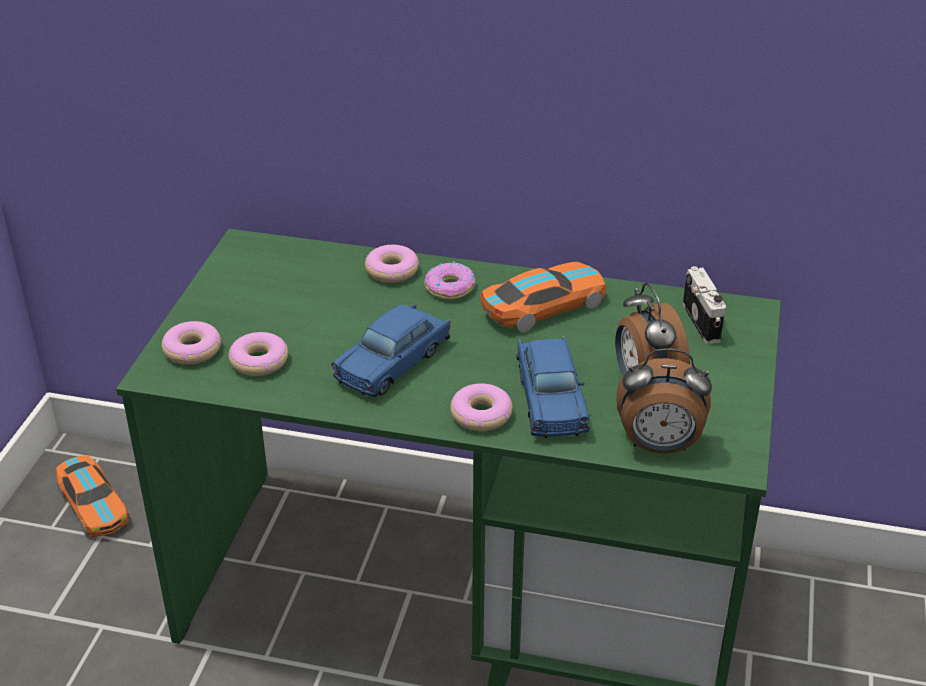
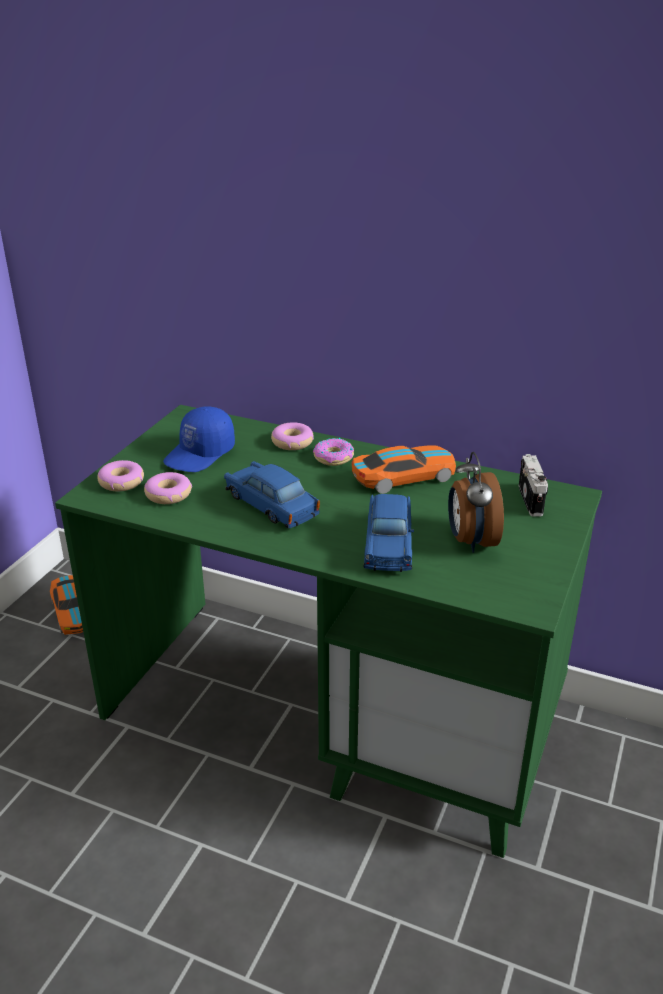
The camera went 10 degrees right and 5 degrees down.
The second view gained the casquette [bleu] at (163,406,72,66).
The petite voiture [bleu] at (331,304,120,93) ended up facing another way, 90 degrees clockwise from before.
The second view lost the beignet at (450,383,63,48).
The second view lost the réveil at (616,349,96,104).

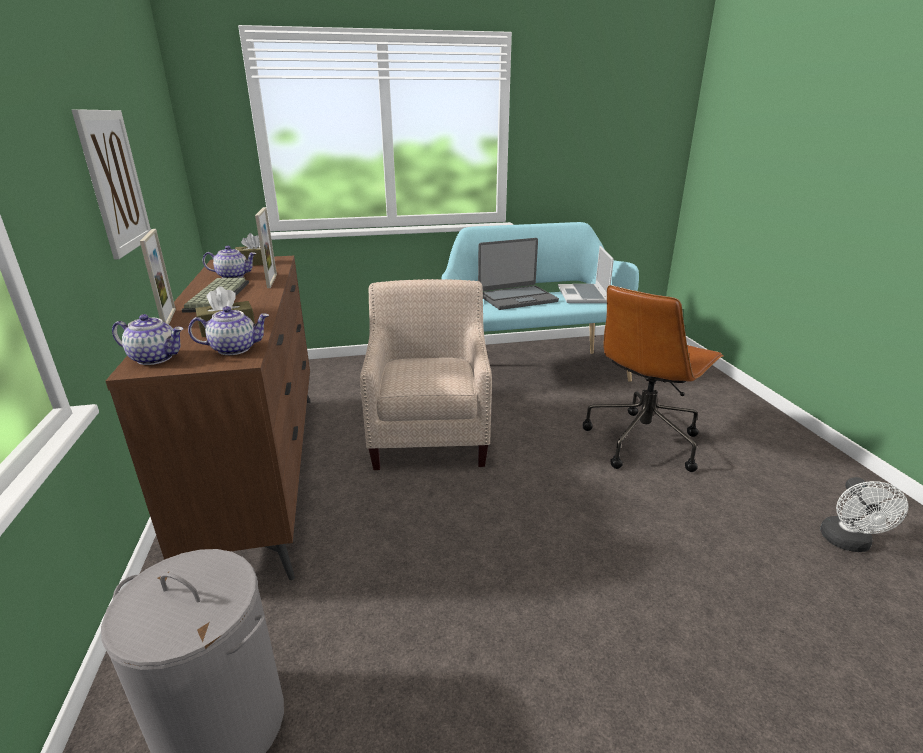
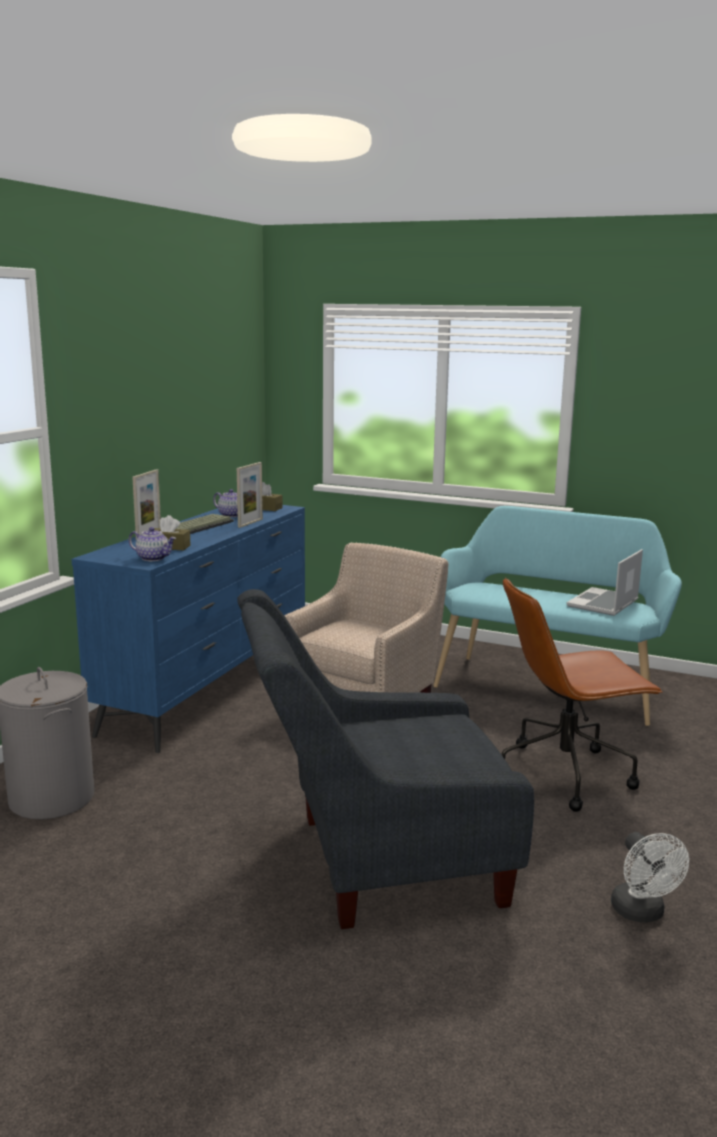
The camera went 35 degrees right and 10 degrees down.
What was the commode [marron] at (106,256,204,324) turned into the commode [bleu] at (71,505,234,248).
The second view gained the fauteuil [gris] at (237,589,297,340).
The ventilateur [blanc] at (820,477,88,75) ended up facing another way, 60 degrees counterclockwise from before.
The second view lost the tableau at (72,109,79,151).
The second view lost the théière at (112,314,71,51).
The second view lost the ordinateur portable at (478,238,81,72).

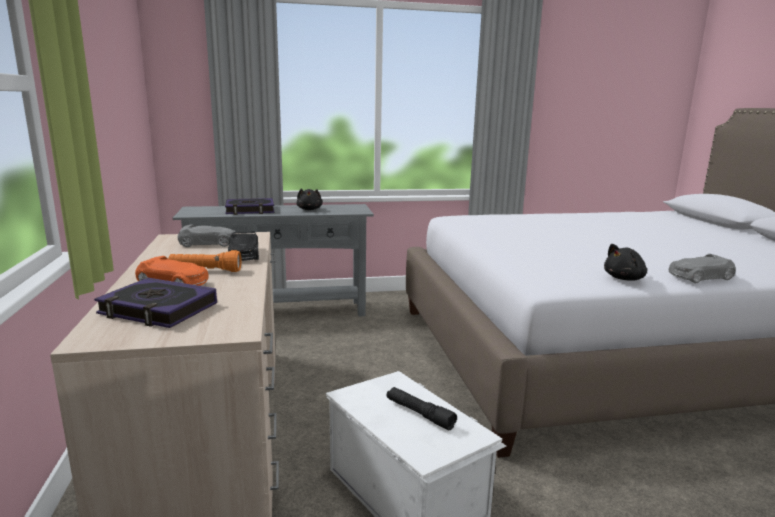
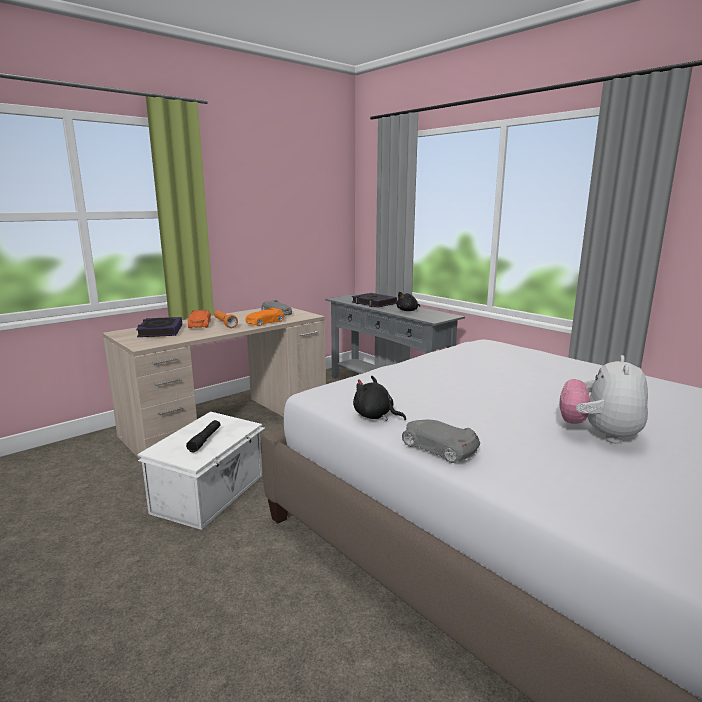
The camera went 60 degrees right and 0 degrees up.
What was the petite voiture [noir] at (228,231,31,30) turned into the petite voiture [orange] at (245,308,40,18).
The second view gained the peluche at (560,355,88,88).

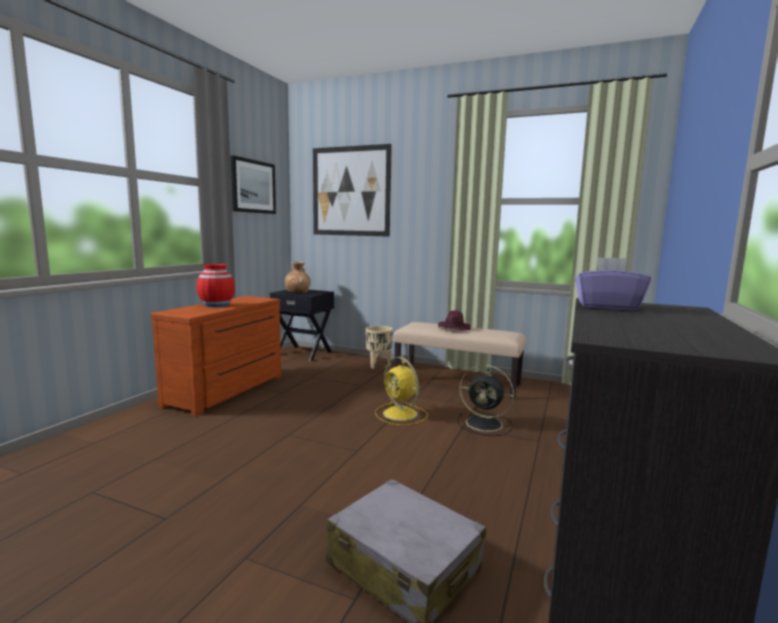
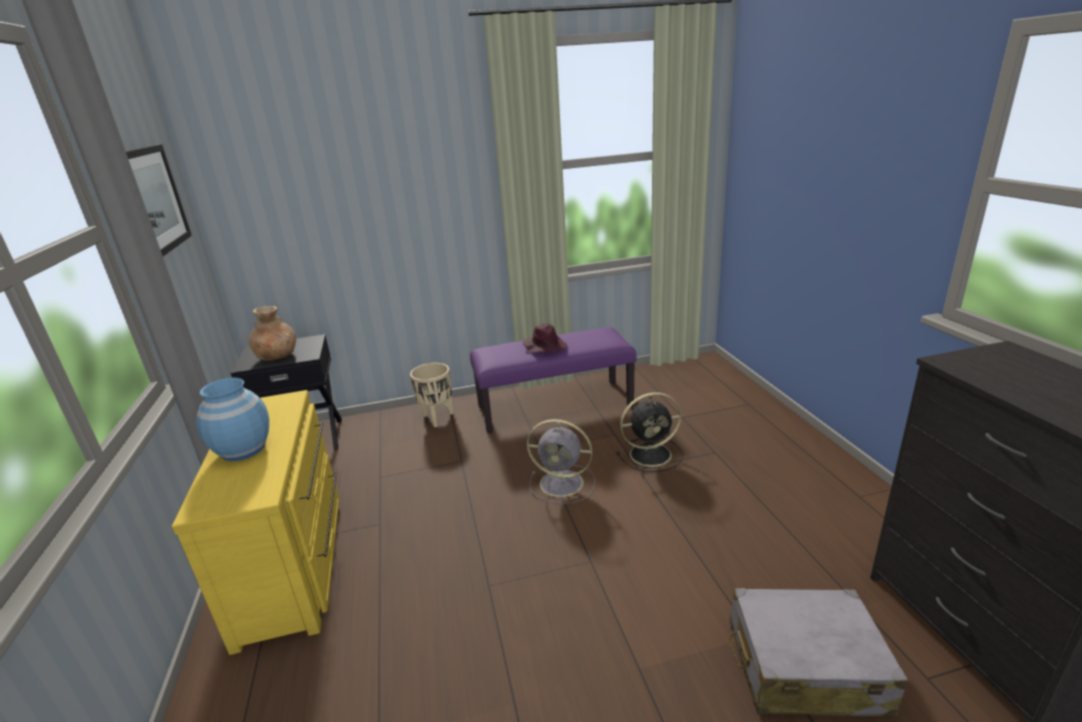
The camera went 35 degrees left and 15 degrees up.
What was the commode [marron] at (151,296,130,120) turned into the commode [jaune] at (171,390,168,265).
What was the vase [rouge] at (197,264,38,43) turned into the vase [bleu] at (196,377,73,84).
What was the banc [beige] at (393,322,133,77) turned into the banc [violet] at (470,327,167,106).
What was the ventilateur [jaune] at (375,357,53,68) turned into the ventilateur [gris] at (527,419,68,85).
The second view lost the tableau at (313,144,79,93).
The second view lost the boîte à mouchoirs [violet] at (575,257,76,53).

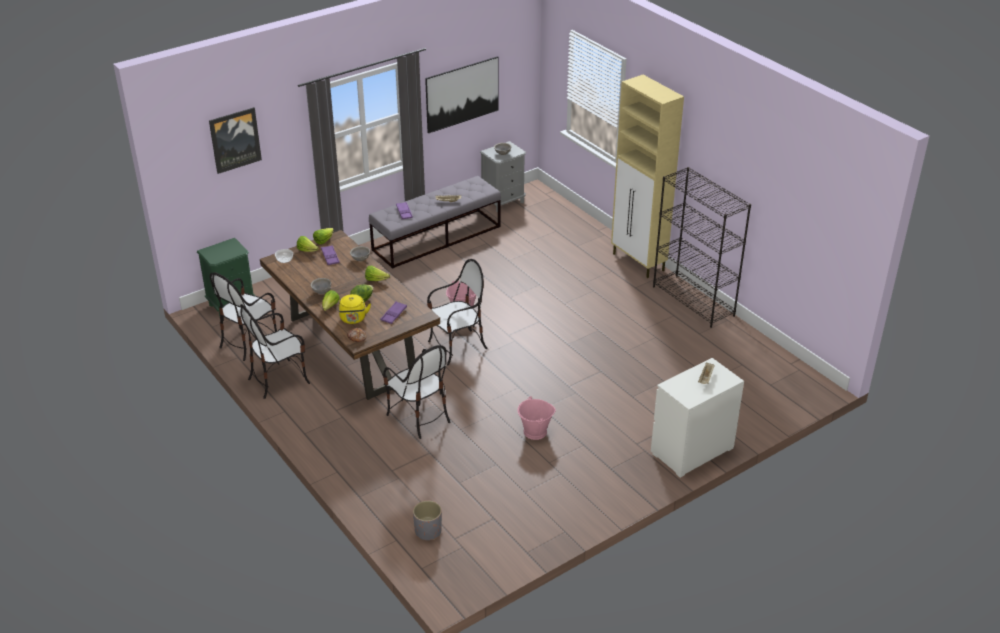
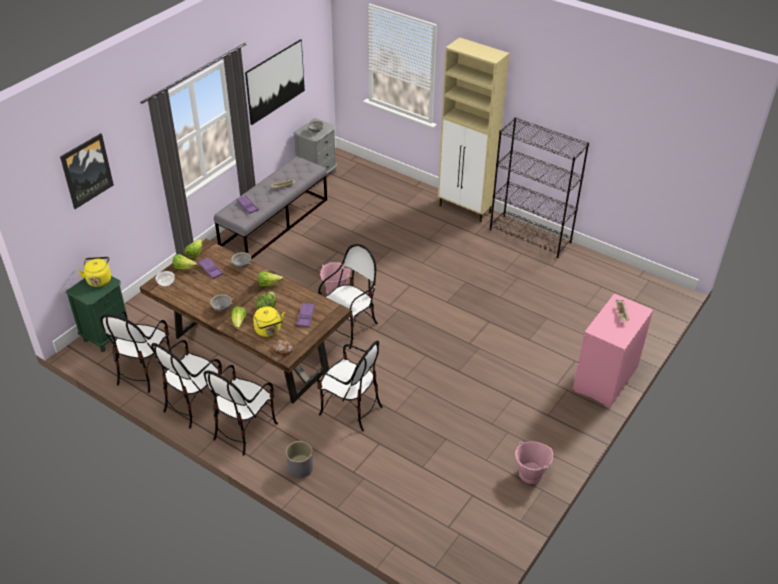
The camera went 20 degrees left and 5 degrees up.
The second view gained the bouilloire [jaune] at (78,257,33,30).
The second view gained the chaise at (204,365,74,91).
The cache-pot [gris] ended up elsewhere, having gone from (413,501,29,39) to (285,441,28,37).
The seau [rose] ended up elsewhere, having gone from (518,396,38,44) to (515,441,38,43).
What was the commode [blanc] at (651,358,93,120) turned into the commode [rose] at (573,293,80,115).

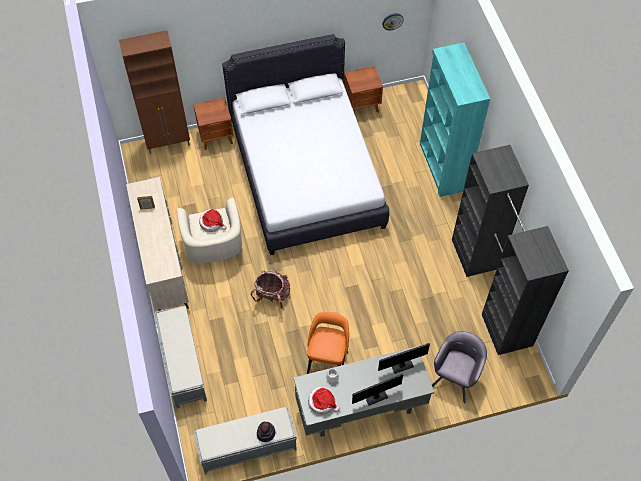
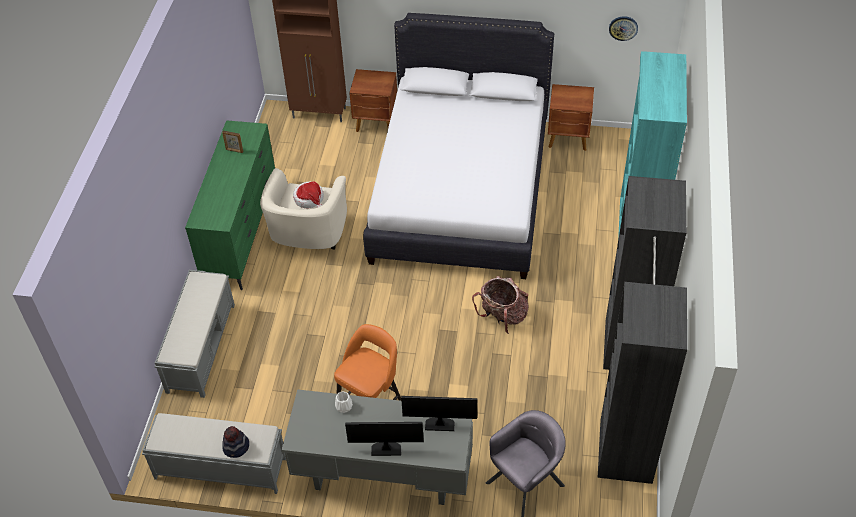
The camera went 25 degrees right and 10 degrees down.
What was the commode [beige] at (126,177,63,134) turned into the commode [vert] at (185,120,90,170).
The sac à dos ended up elsewhere, having gone from (251,270,39,39) to (472,276,56,58).
The second view lost the chapeau at (308,387,32,28).

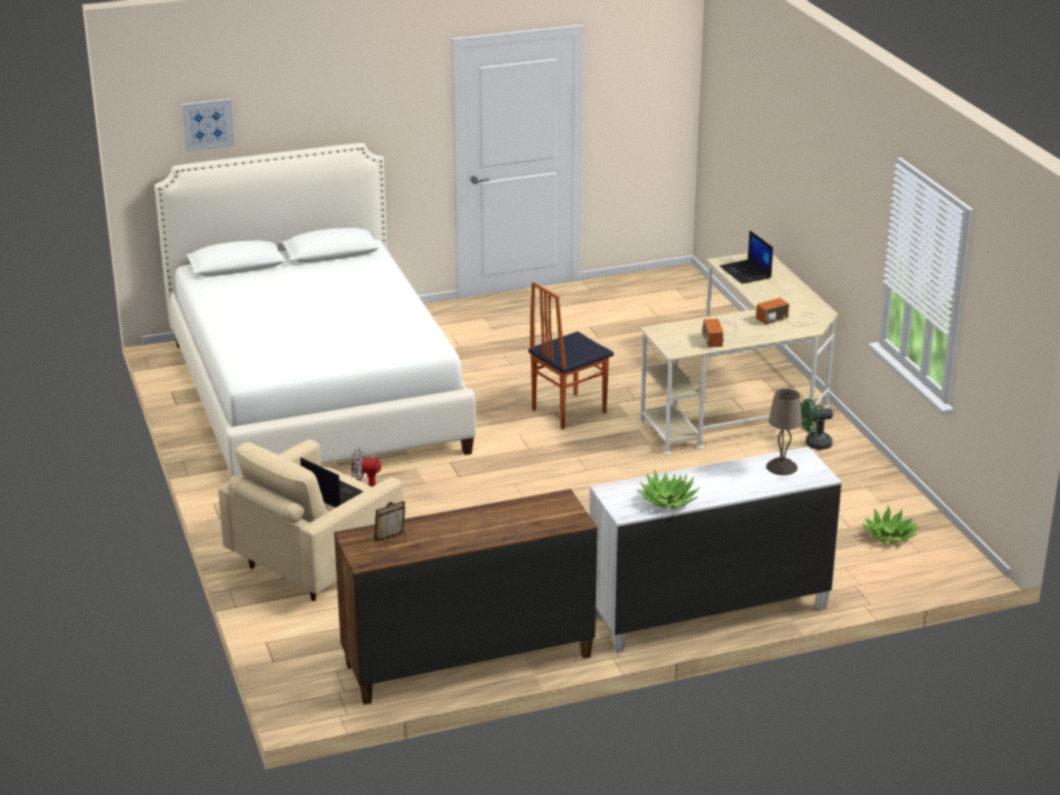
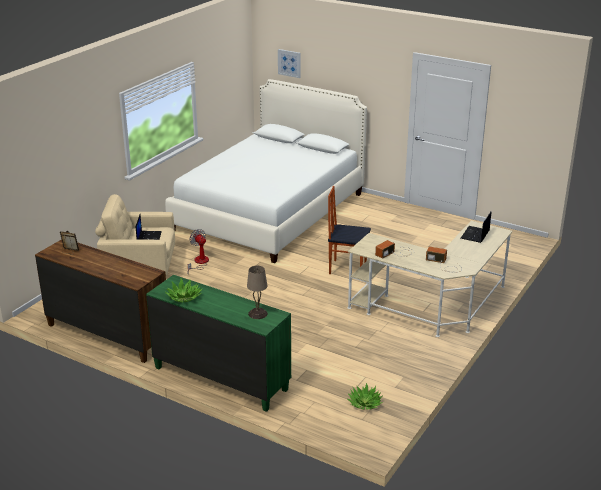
The camera went 50 degrees right and 0 degrees up.
What was the commode [blanc] at (589,446,253,207) turned into the commode [vert] at (146,275,145,137).
The second view lost the ventilateur [vert] at (801,399,32,51).

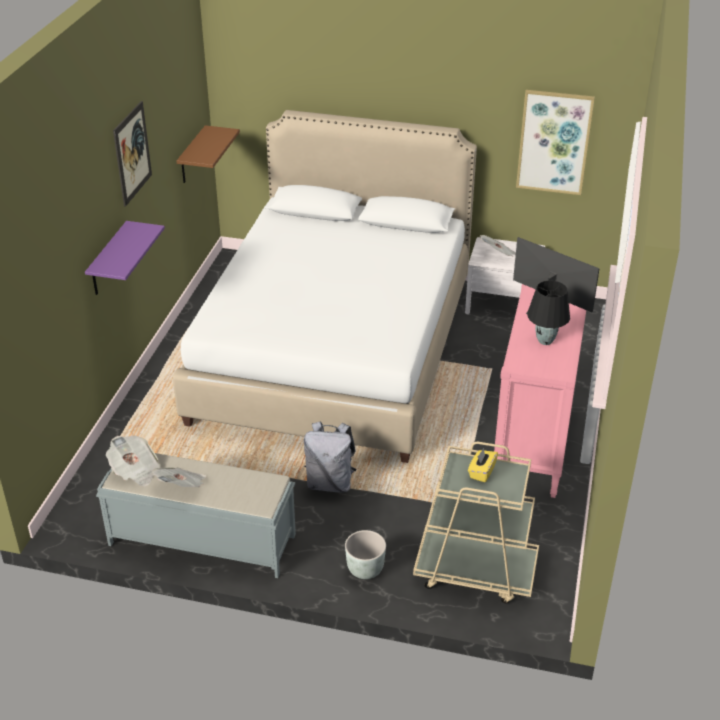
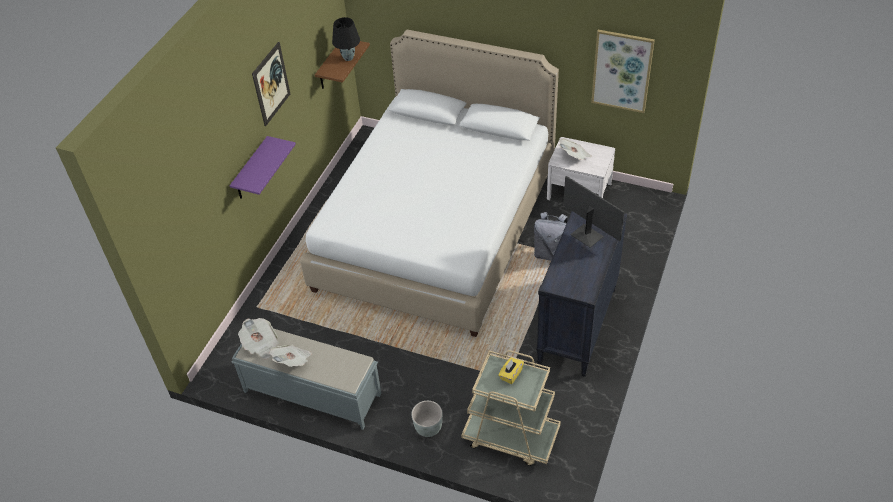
The camera went 10 degrees right and 10 degrees up.
The lampe de table [noir] ended up elsewhere, having gone from (527,280,43,65) to (332,17,28,44).
The sac à dos [gris] ended up elsewhere, having gone from (304,422,53,71) to (533,212,35,49).
What was the commode [rose] at (494,284,92,214) turned into the commode [noir] at (536,211,91,166).

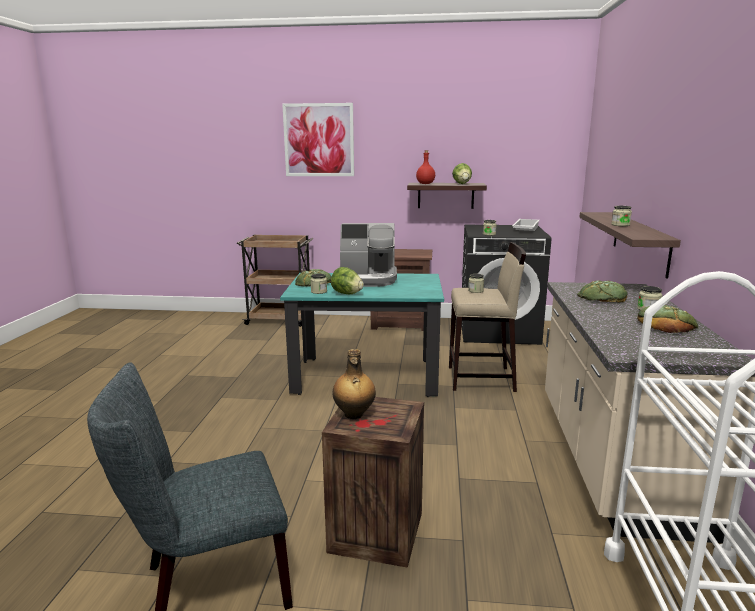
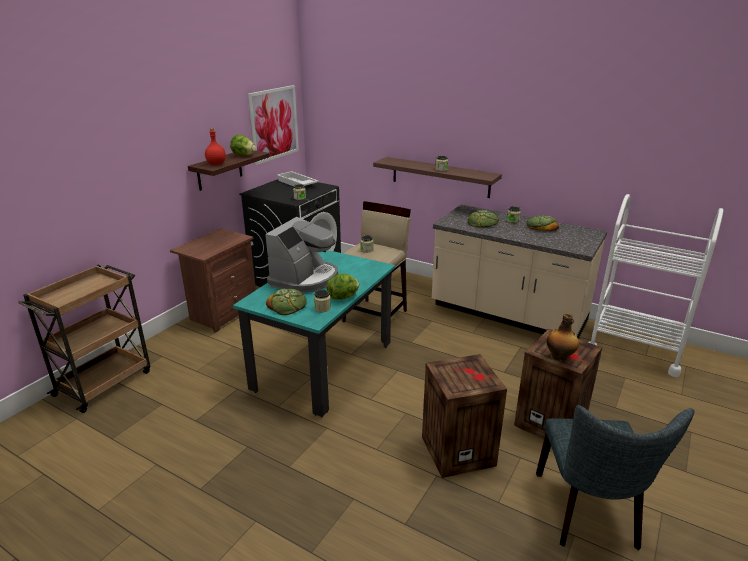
The camera went 65 degrees left and 10 degrees up.
The tableau ended up elsewhere, having gone from (282,103,72,73) to (248,85,51,80).
The second view gained the caisse at (422,354,85,124).

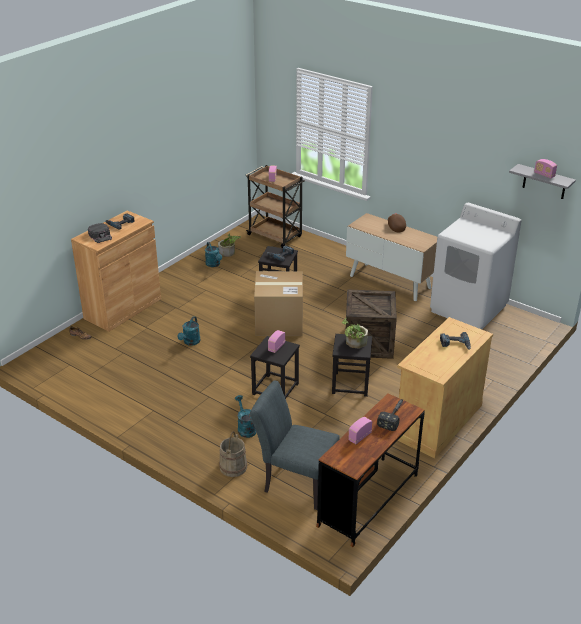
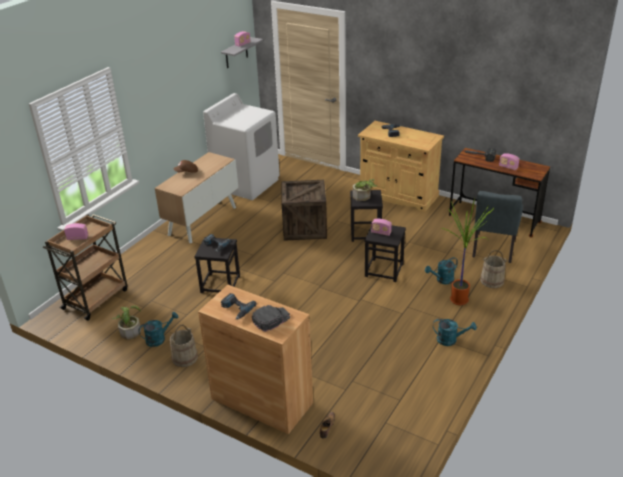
The camera went 95 degrees left and 0 degrees up.
The second view gained the seau [beige] at (170,325,28,42).
The arrosoir [turquoise] ended up elsewhere, having gone from (177,316,23,30) to (433,319,44,27).
The second view gained the plante en pot at (441,198,53,107).
The second view lost the carton at (254,271,49,65).

